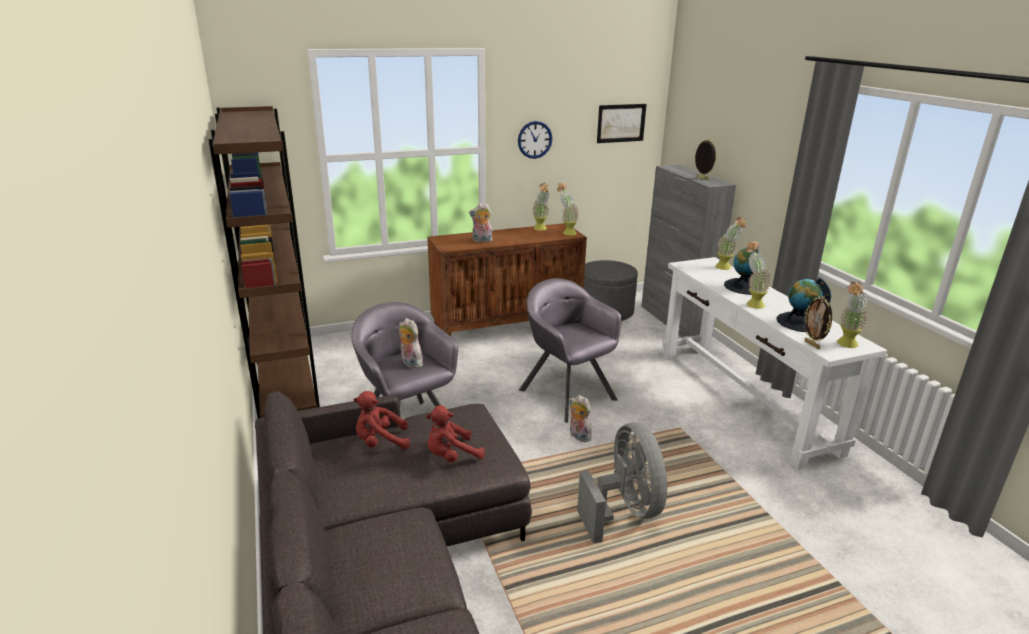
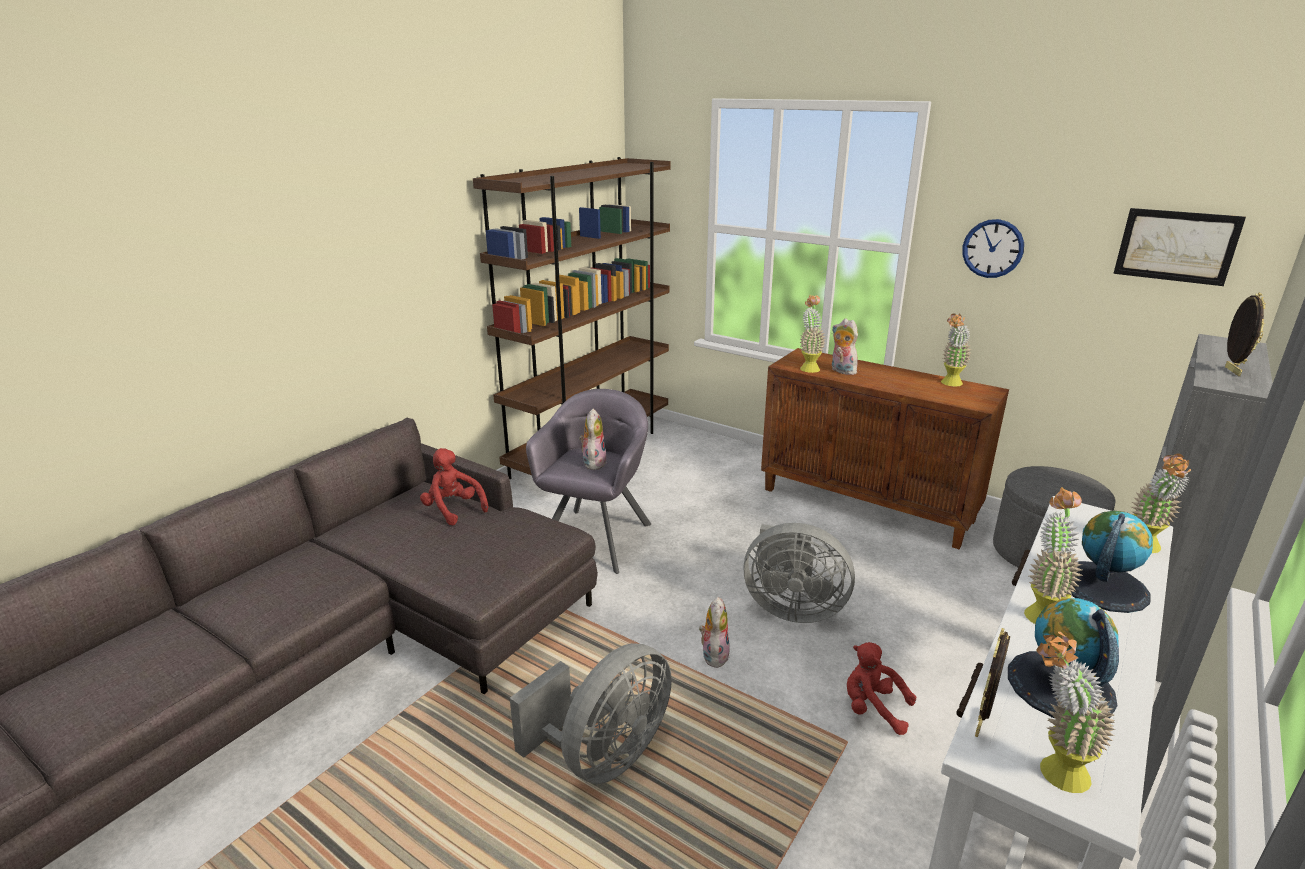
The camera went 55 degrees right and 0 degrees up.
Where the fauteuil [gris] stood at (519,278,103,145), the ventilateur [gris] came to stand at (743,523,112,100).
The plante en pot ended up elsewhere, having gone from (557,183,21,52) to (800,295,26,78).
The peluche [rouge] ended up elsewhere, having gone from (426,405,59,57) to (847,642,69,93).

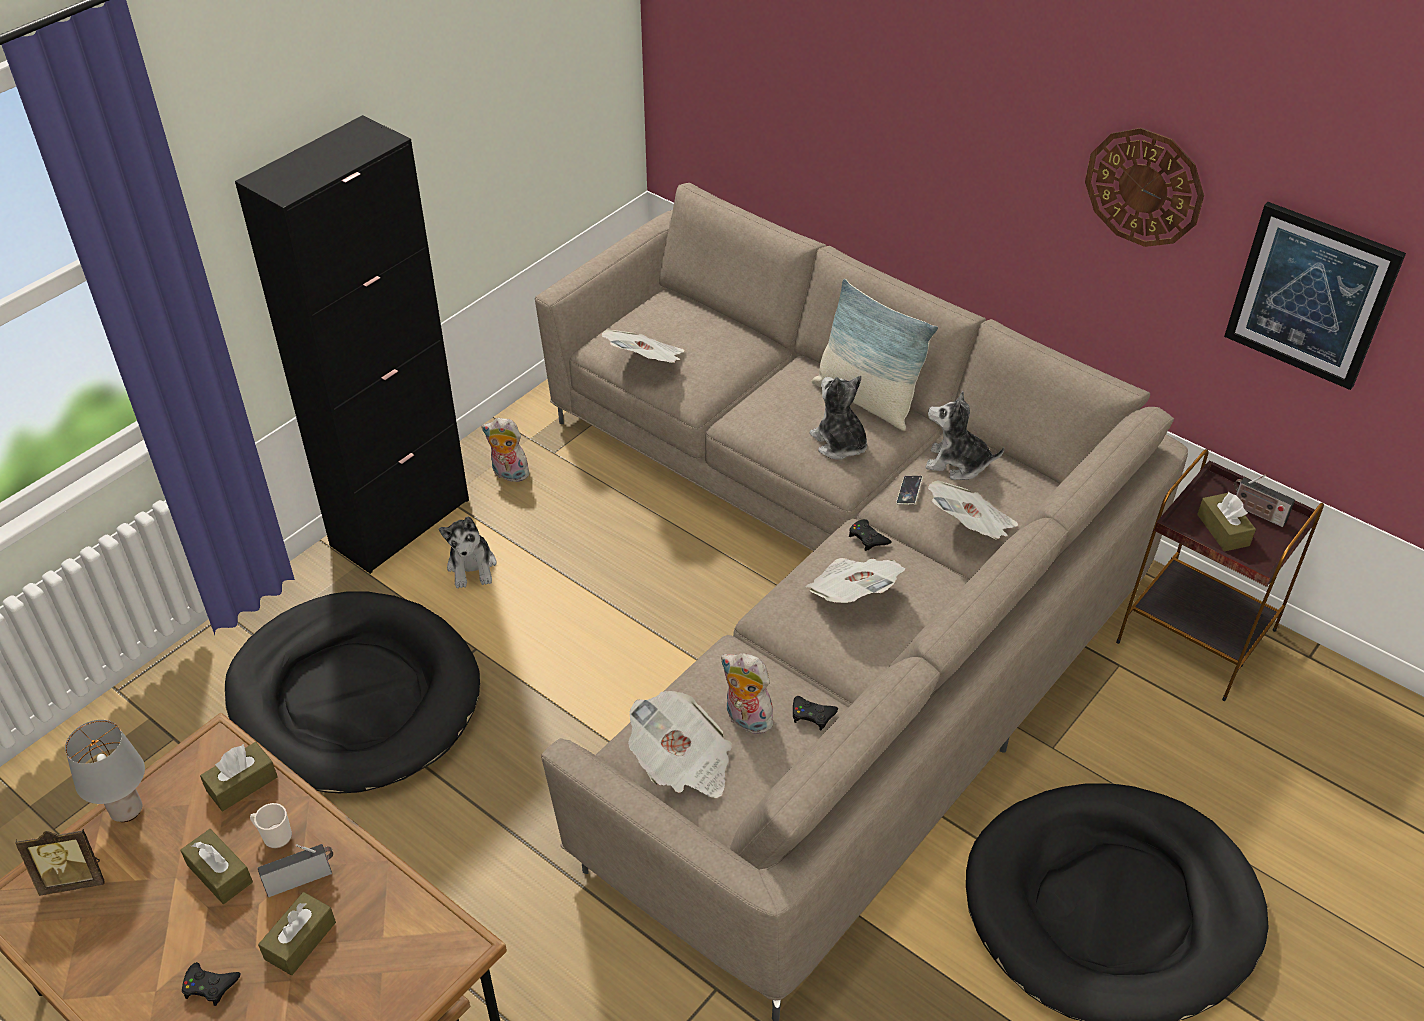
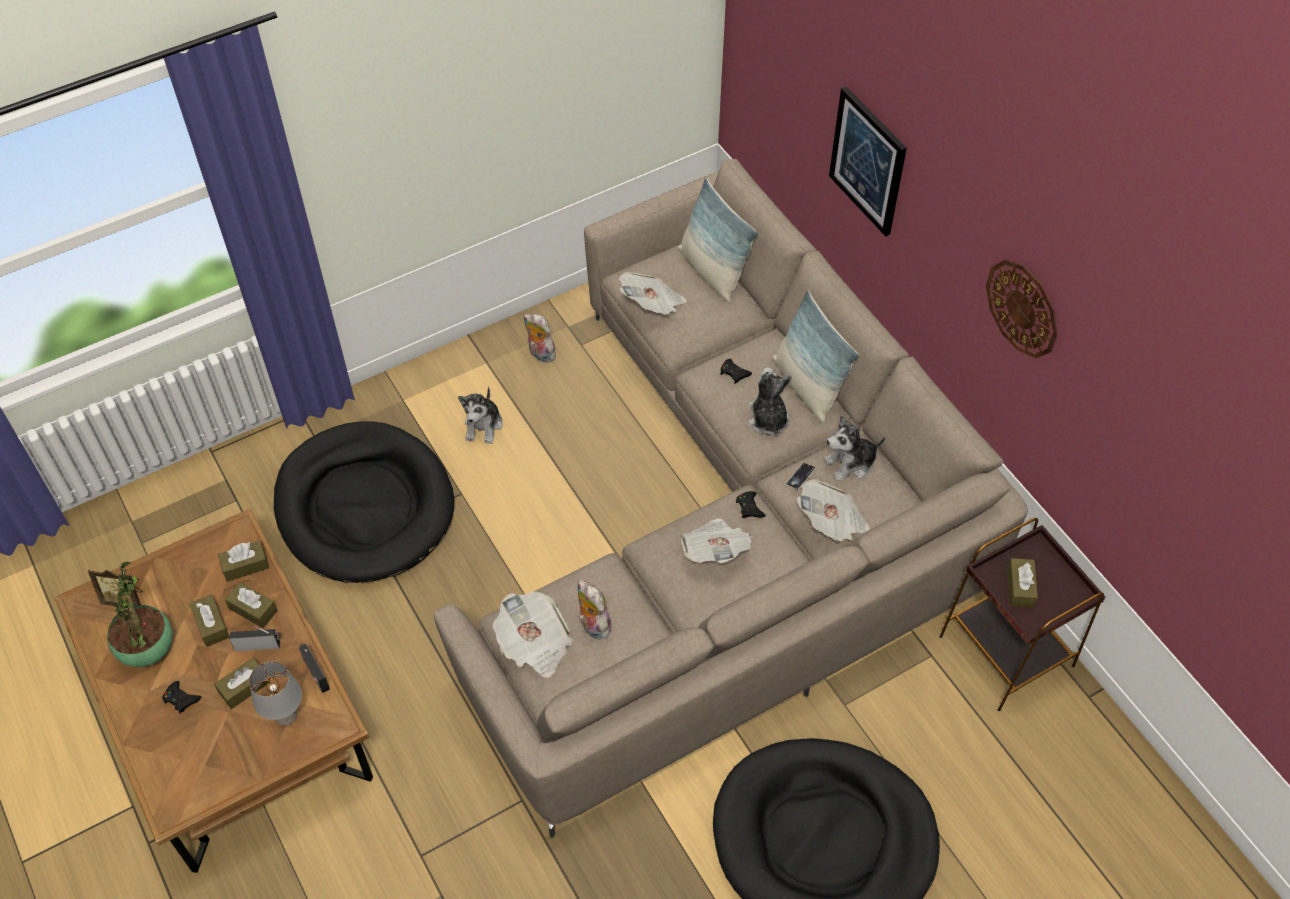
The camera went 20 degrees right and 10 degrees up.
The second view gained the plante en pot at (107,562,66,105).
Where the mug stood at (250,803,42,45), the boîte à mouchoirs [marron] came to stand at (225,582,53,46).
The lampe de table [gris] ended up elsewhere, having gone from (65,720,80,102) to (249,661,53,65).
The radio ended up elsewhere, having gone from (1234,475,61,52) to (299,643,31,50).
The second view gained the coussin at (678,178,80,125).
The manette [noir] ended up elsewhere, having gone from (793,696,45,34) to (721,359,31,25).
The peluche at (925,391,80,89) ended up facing another way, 60 degrees counterclockwise from before.
The tableau ended up elsewhere, having gone from (1224,202,182,188) to (829,86,78,151).
The second view lost the meuble de rangement [noir] at (235,115,234,459).

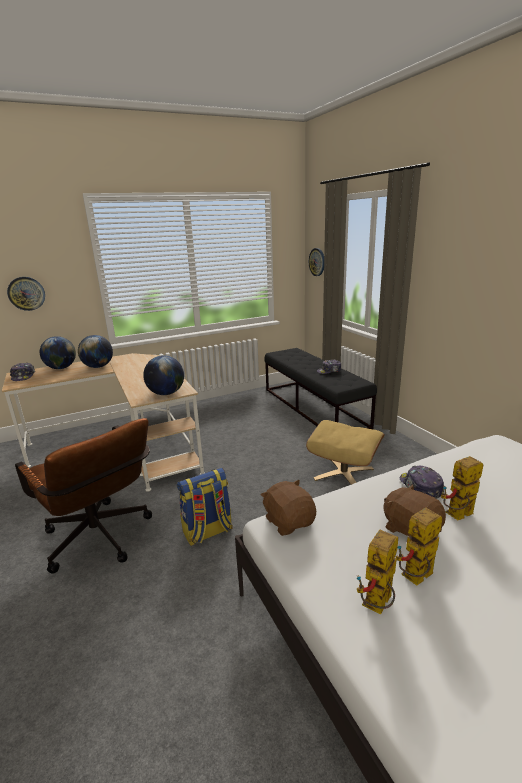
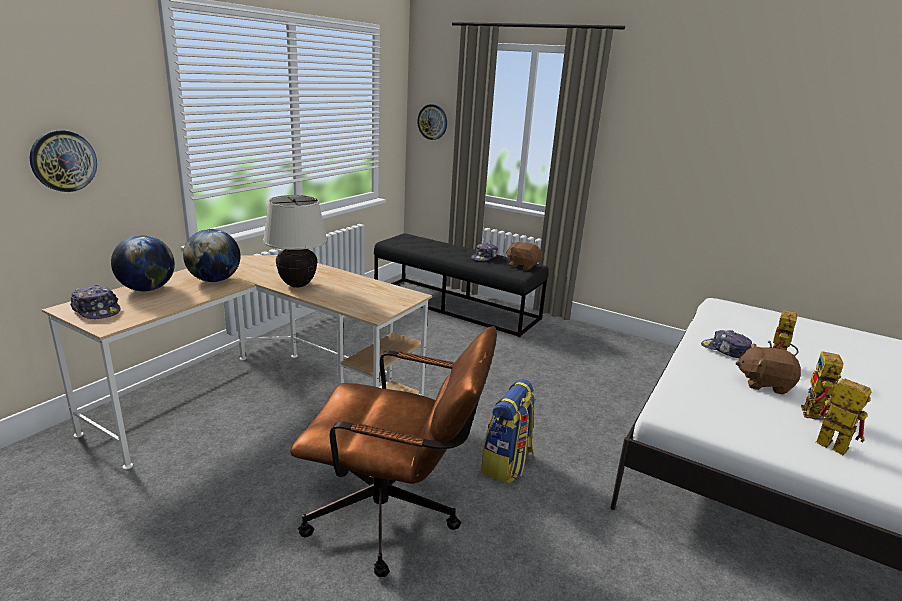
The camera went 35 degrees left and 0 degrees up.
The second view gained the lampe de table [beige] at (263,195,64,93).
The peluche [marron] ended up elsewhere, having gone from (261,480,55,56) to (506,242,36,28).
The robot jouet at (357,530,41,85) ended up facing another way, 135 degrees clockwise from before.
The second view lost the globe at (143,355,41,40).
The second view lost the pouf [beige] at (306,420,79,65).

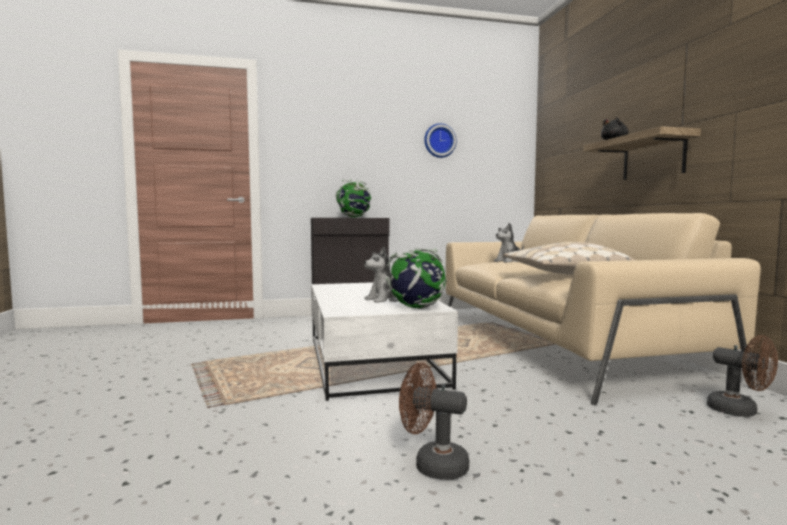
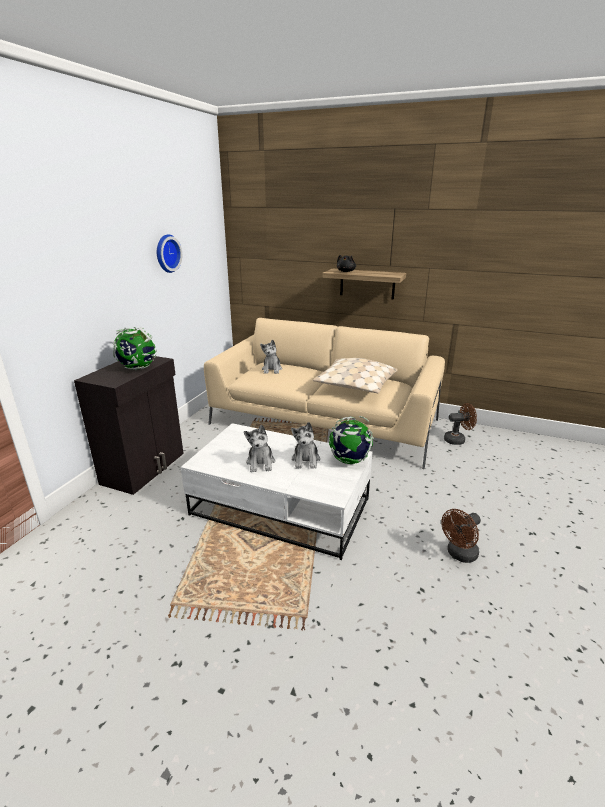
The camera went 55 degrees left and 20 degrees up.
The second view gained the peluche at (244,425,31,47).

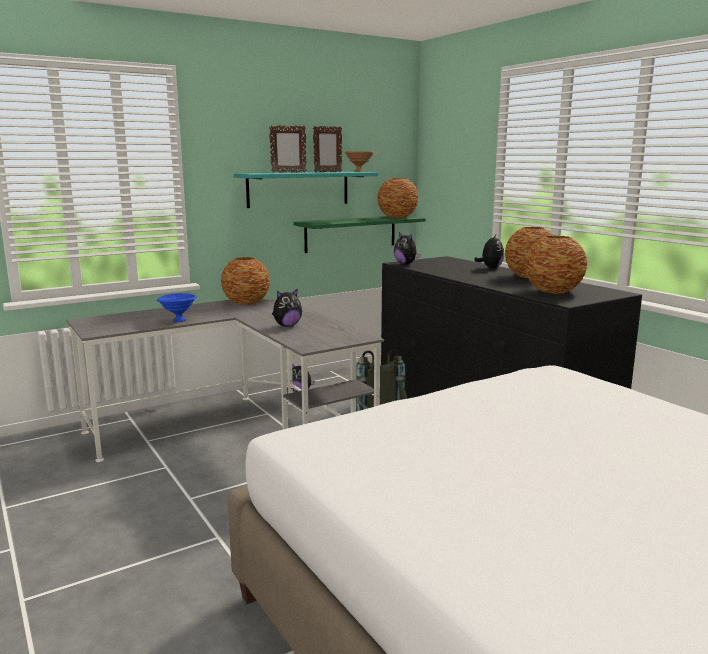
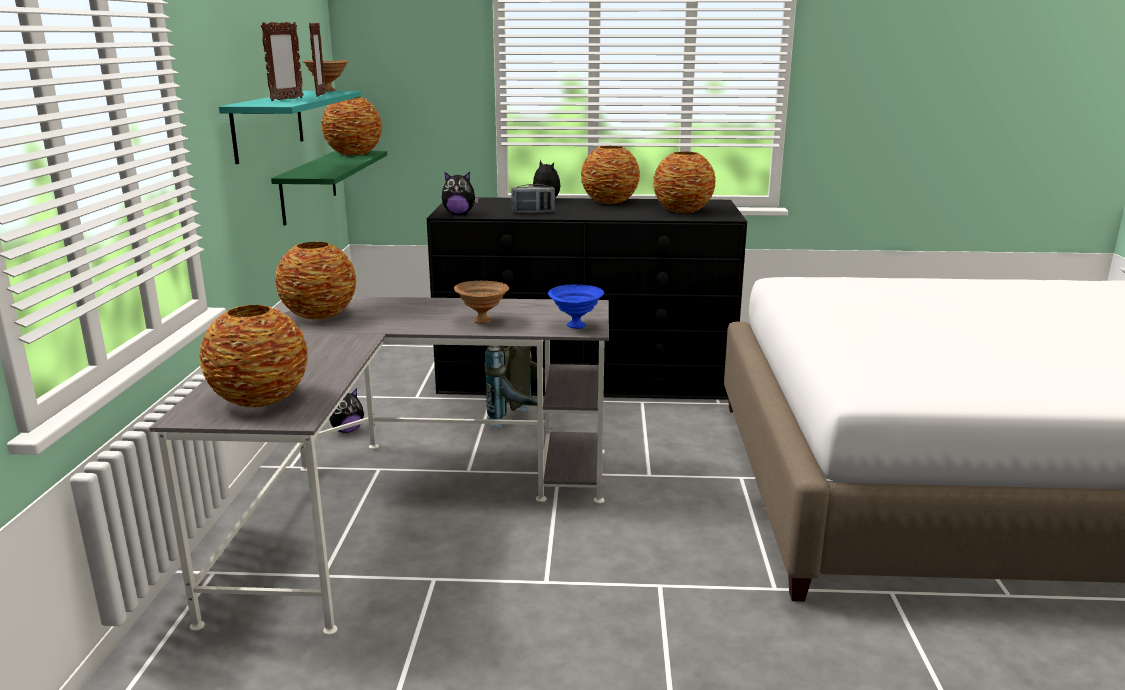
The camera went 55 degrees left and 5 degrees up.
The second view gained the vase at (199,305,109,102).
Where the peluche stood at (272,288,30,39), the bol [marron] came to stand at (454,281,55,43).
The second view gained the radio at (511,184,44,30).
The bol [bleu] ended up elsewhere, having gone from (157,293,40,29) to (548,285,56,44).

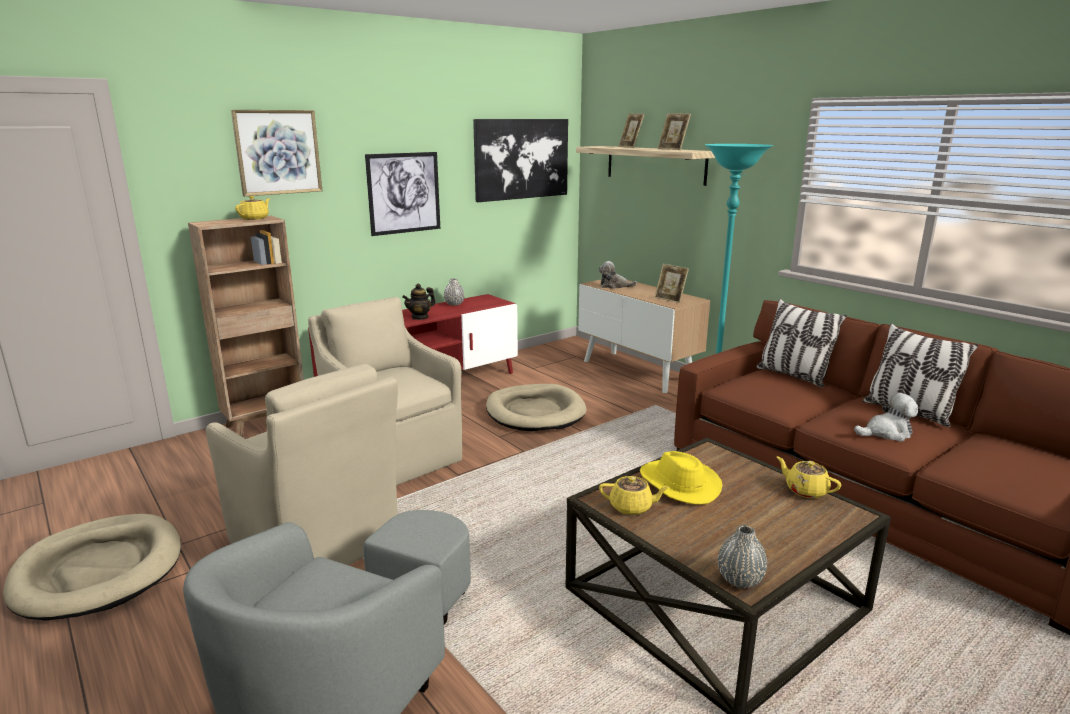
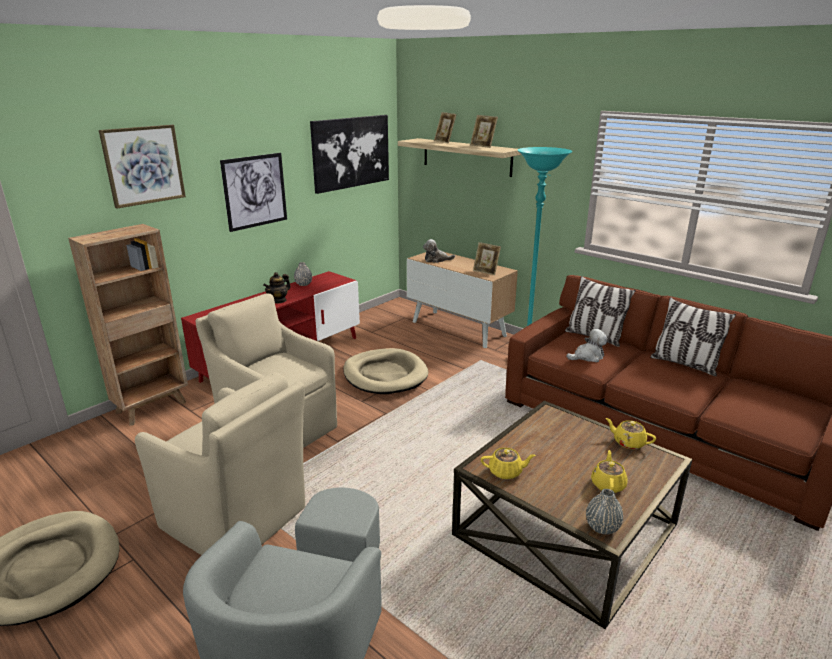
The camera went 10 degrees left and 5 degrees up.
The peluche ended up elsewhere, having gone from (854,393,64,49) to (566,329,41,33).
The théière [jaune] ended up elsewhere, having gone from (235,196,35,24) to (591,450,37,43).
The second view lost the chapeau [jaune] at (640,451,82,54).

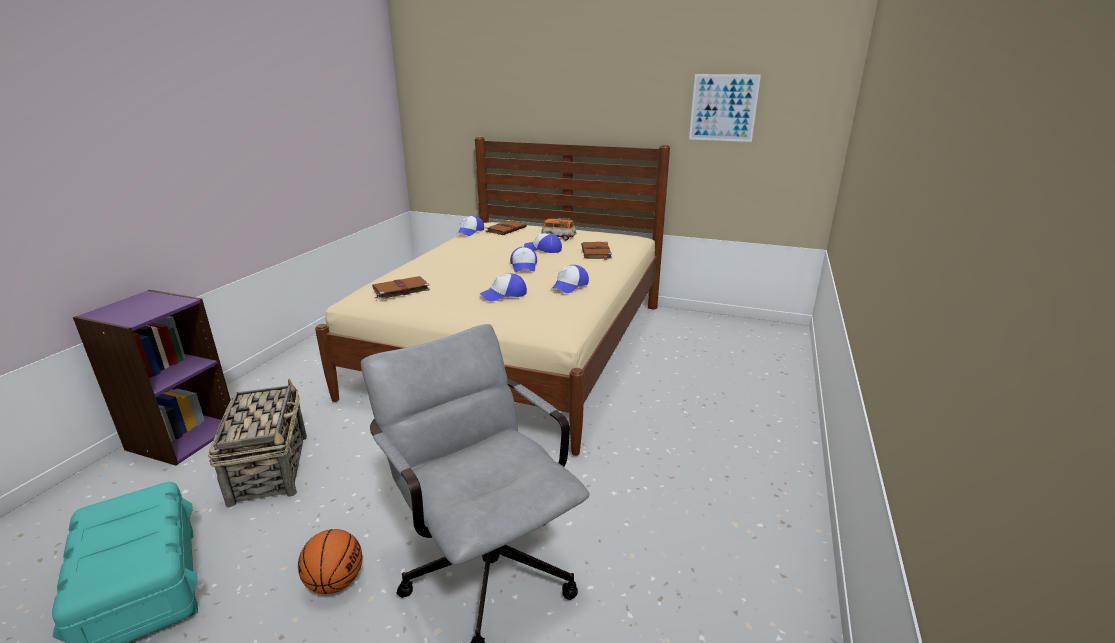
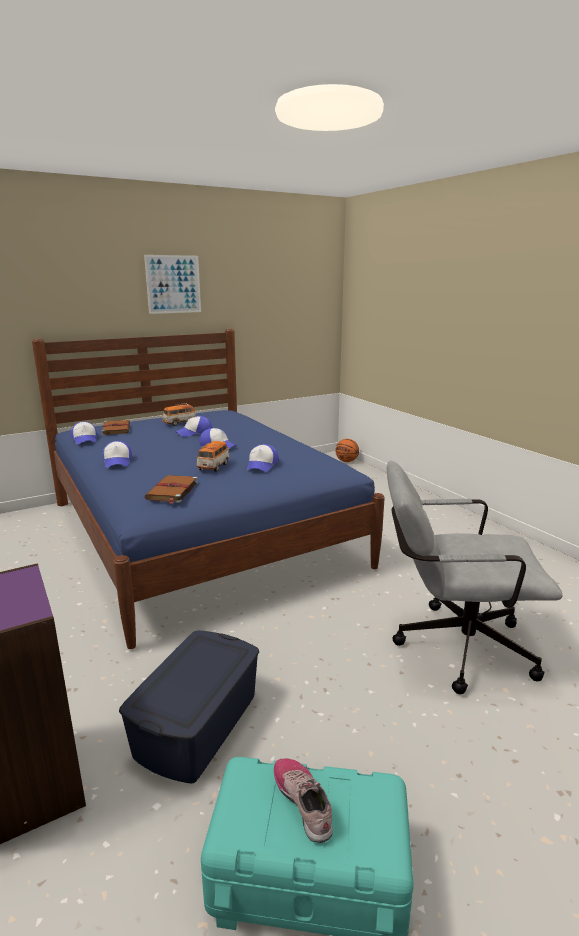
The camera went 50 degrees left and 5 degrees down.
What was the lit [beige] at (315,136,355,320) turned into the lit [bleu] at (32,329,353,320).
The casquette ended up elsewhere, having gone from (551,265,38,28) to (103,441,29,27).
Where the panier stood at (208,379,99,129), the boîte de rangement [bleu] came to stand at (119,631,140,152).
The tableau ended up elsewhere, having gone from (689,74,72,68) to (144,255,57,59).
The second view gained the petite voiture at (197,441,33,31).
The second view gained the chaussure at (274,758,59,85).
The ballon de basket ended up elsewhere, having gone from (298,529,64,65) to (336,439,23,23).
The second view lost the livre [marron] at (581,242,31,18).

